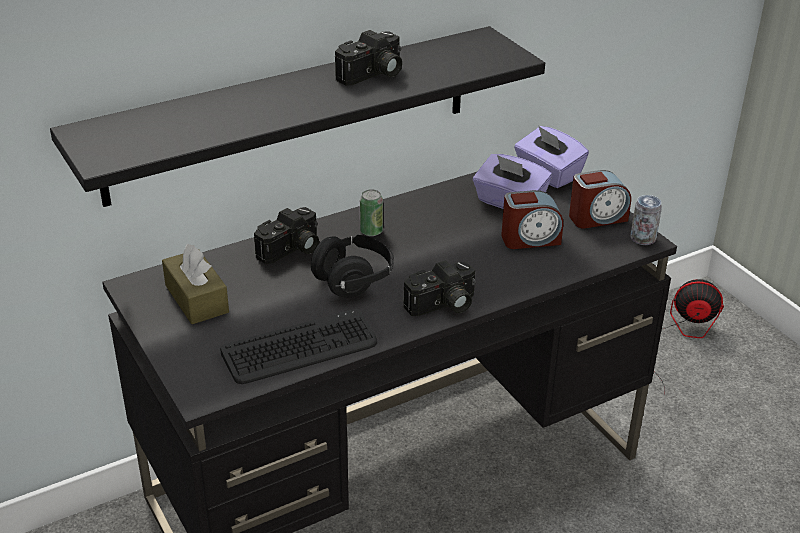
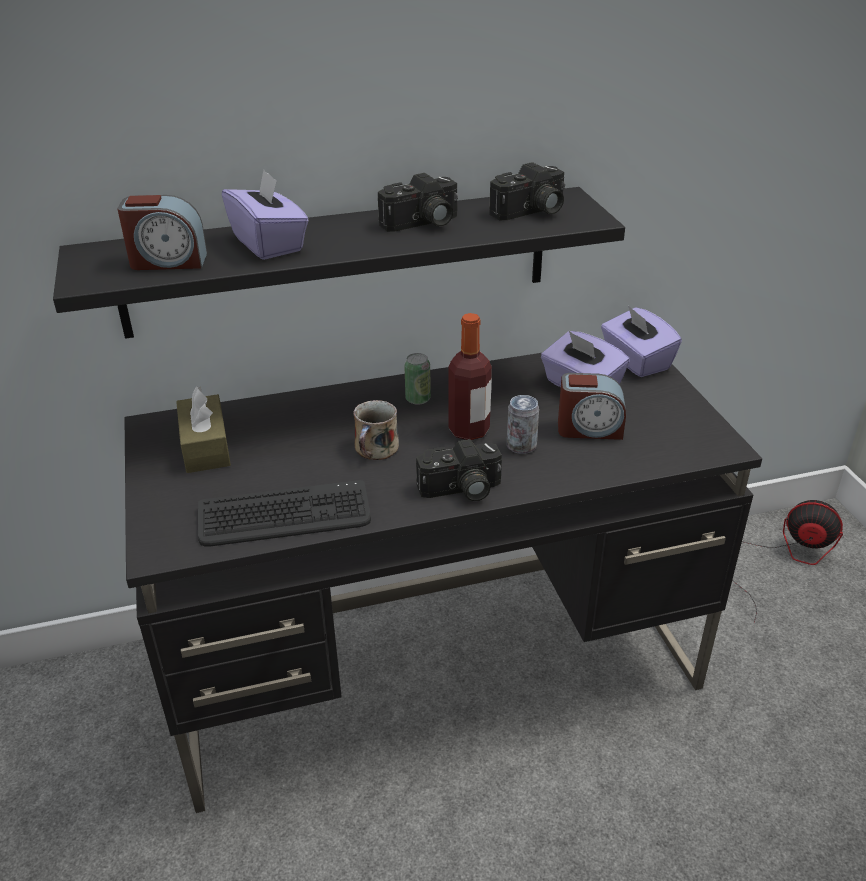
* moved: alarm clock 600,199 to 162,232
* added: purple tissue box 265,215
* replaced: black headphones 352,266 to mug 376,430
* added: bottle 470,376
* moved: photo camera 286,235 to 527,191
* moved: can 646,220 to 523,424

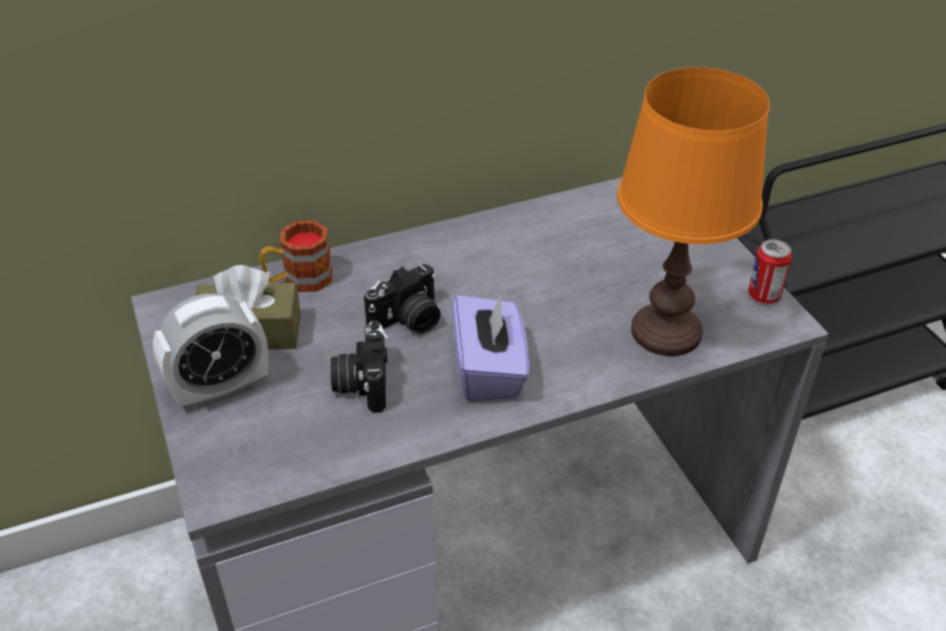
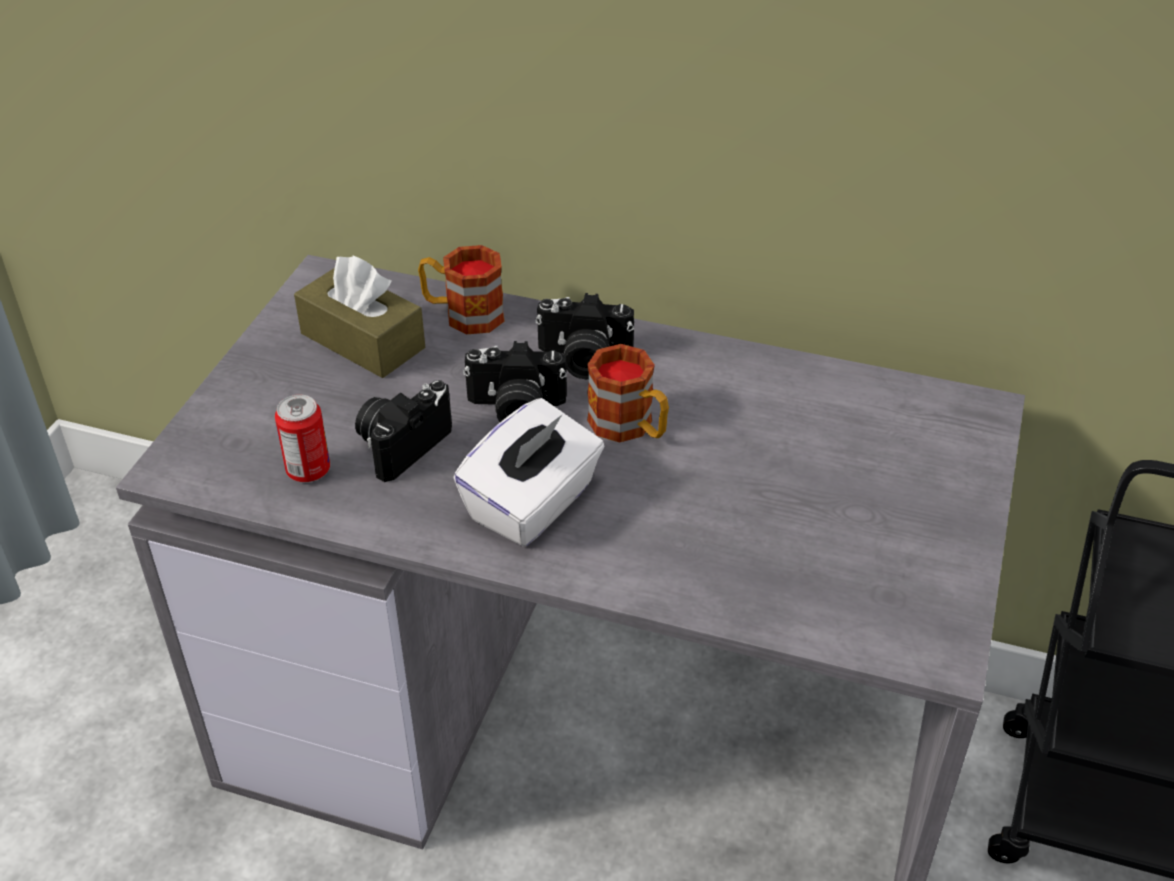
* moved: can 770,271 to 302,438
* recoloured: purple tissue box 490,347 to white tissue box 529,472
* added: photo camera 584,336
* added: mug 628,393
* removed: alarm clock 211,351
* removed: orange table lamp 693,211

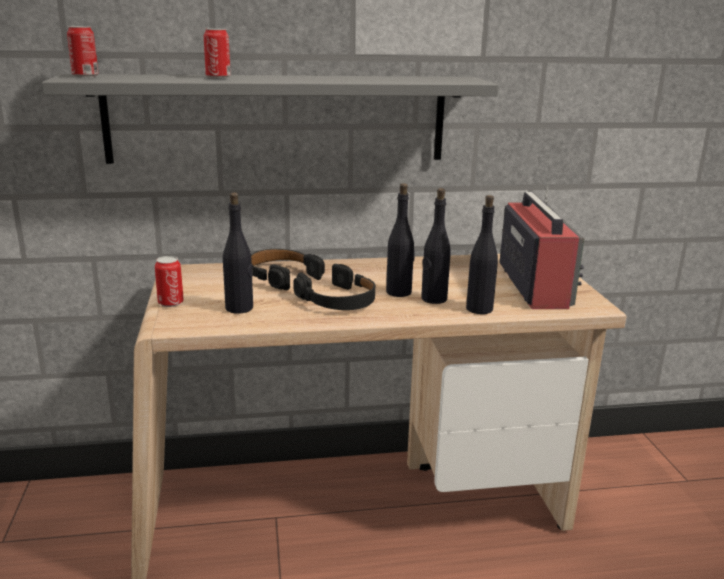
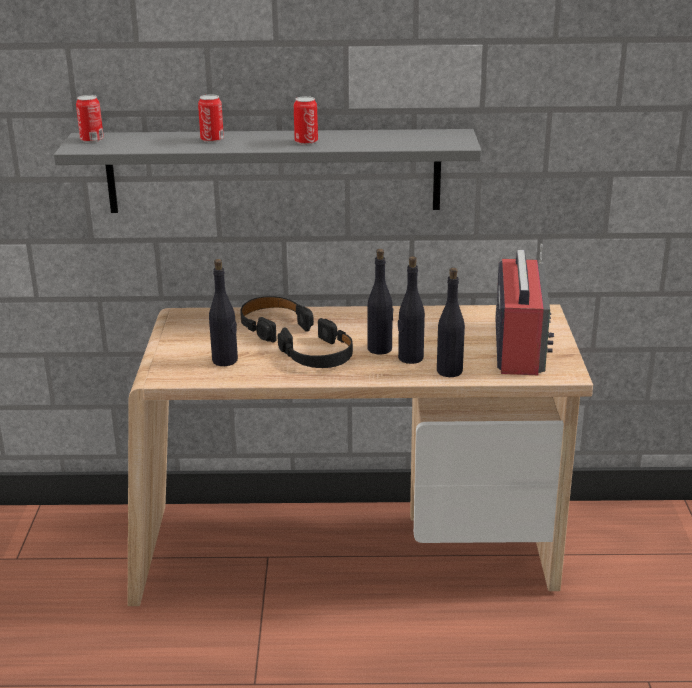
* moved: can 169,281 to 306,120

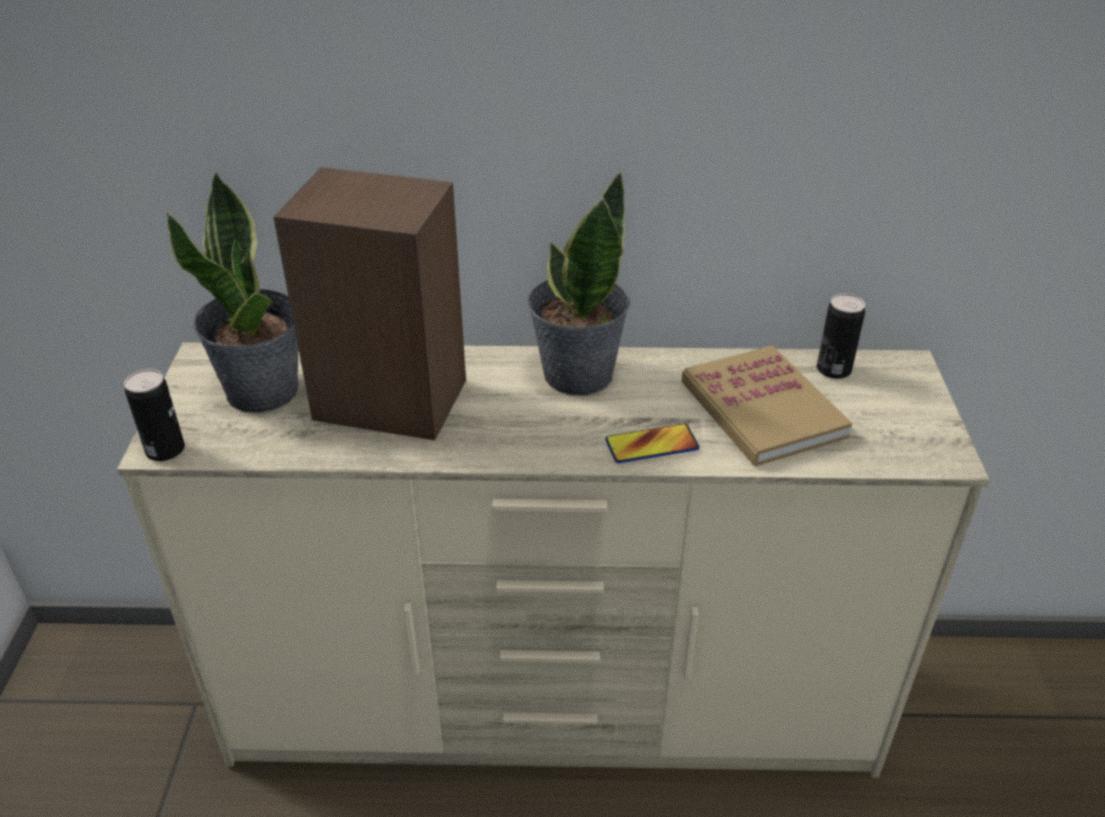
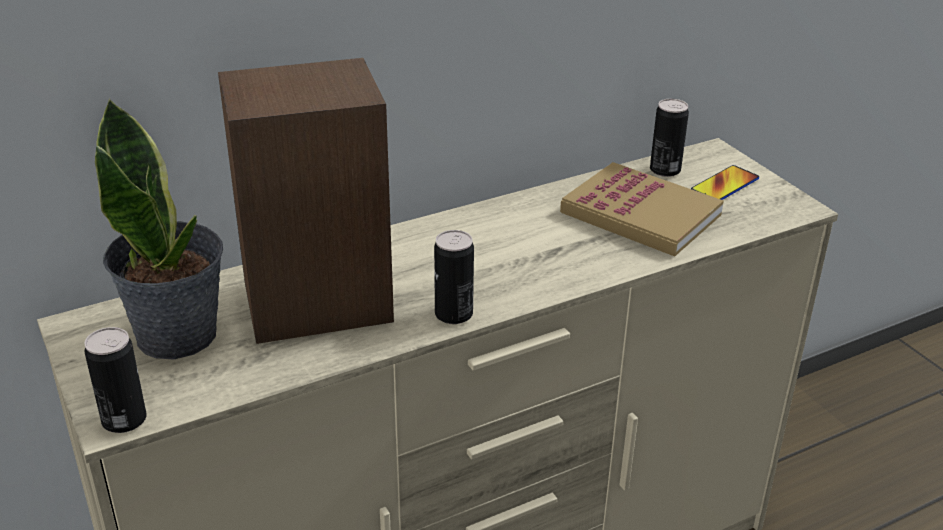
* added: can 454,277
* moved: phone 652,443 to 725,182
* removed: potted plant 578,283

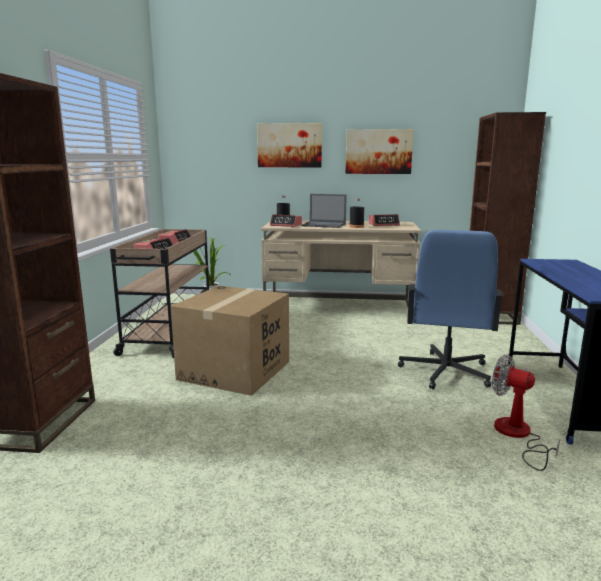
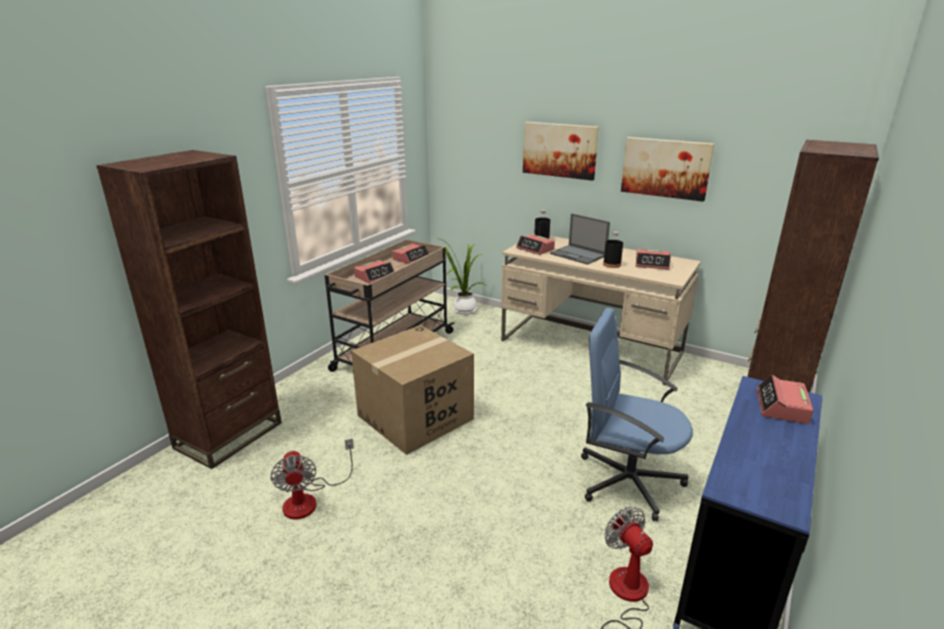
* added: fan 312,479
* turned: blue office chair 451,309 = 637,414 75 degrees clockwise
* added: alarm clock 785,399

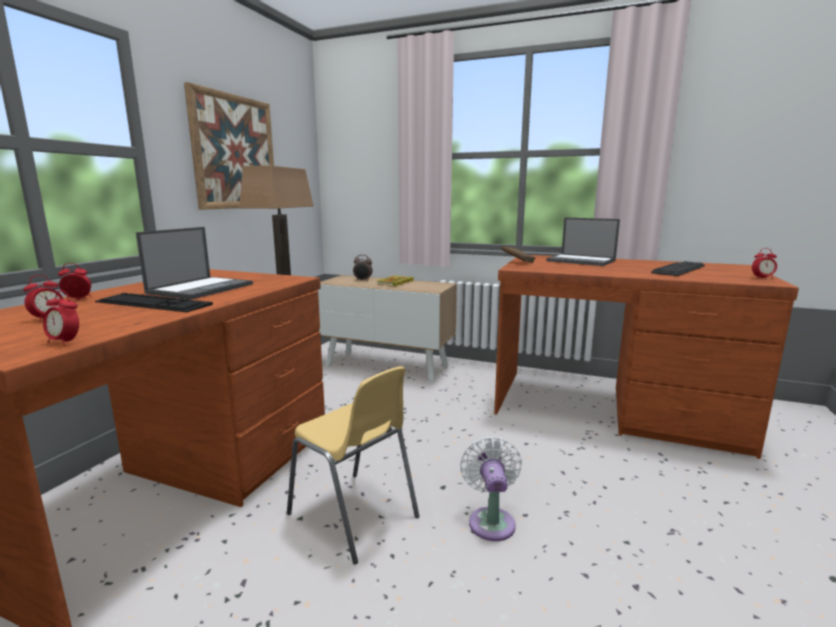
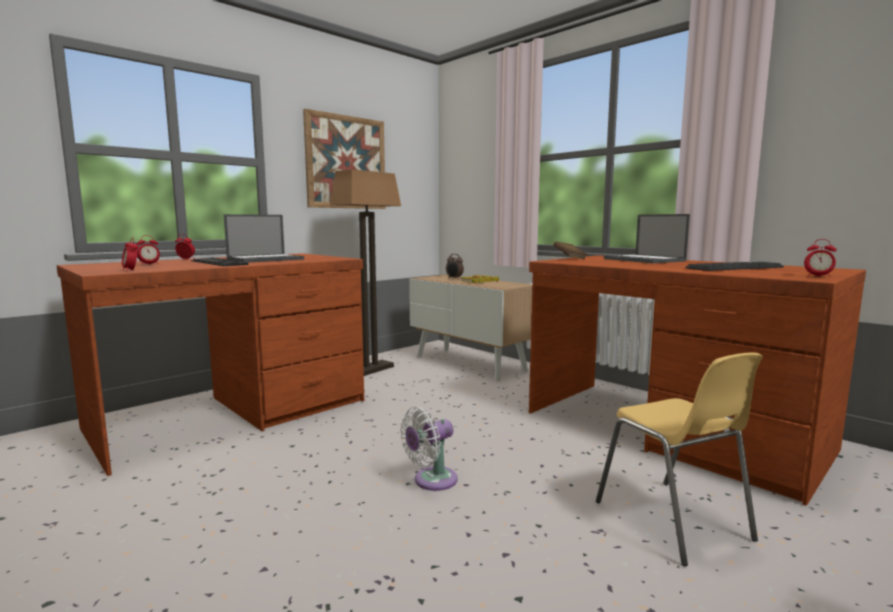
* turned: white fan 491,488 = 429,449 150 degrees counterclockwise
* moved: yellow chair 353,465 to 679,459

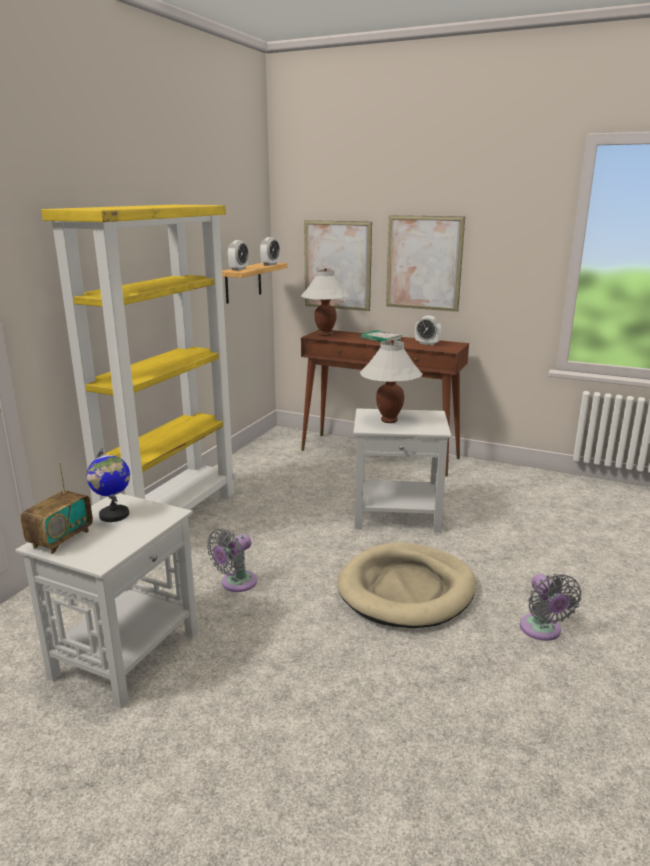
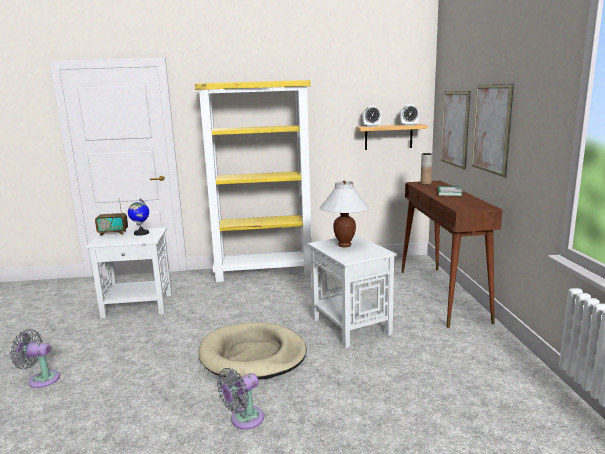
* moved: grey fan 232,560 to 35,358
* replaced: white table lamp 325,302 to brown vase 427,169
* removed: alarm clock 428,330

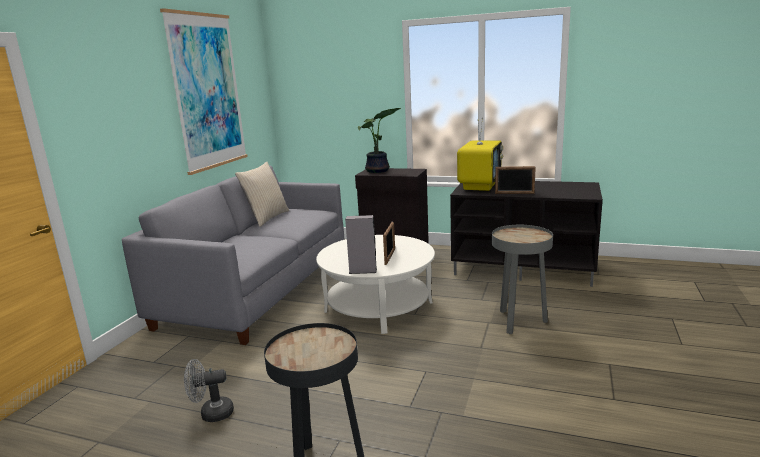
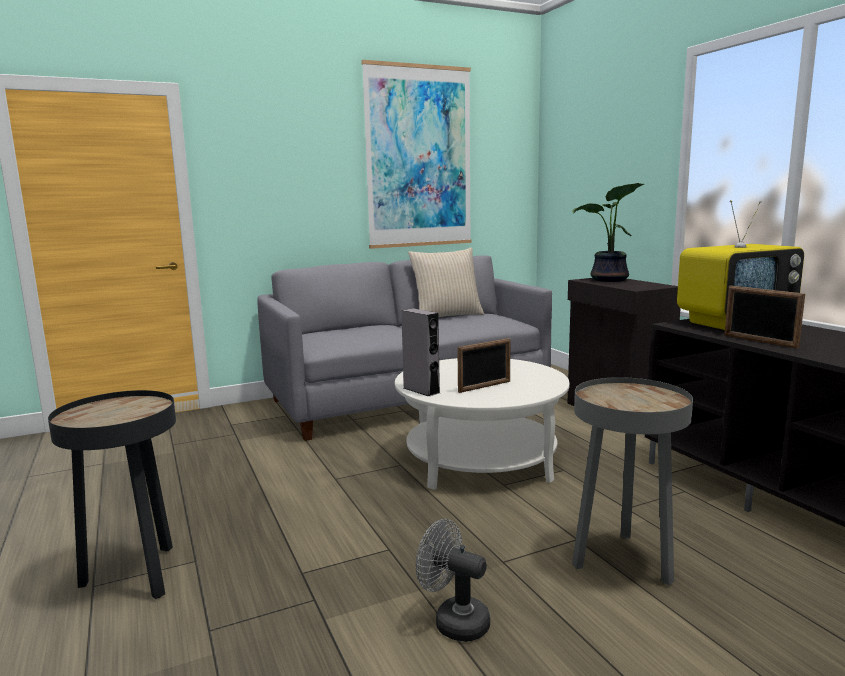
* moved: grey fan 209,390 to 453,580

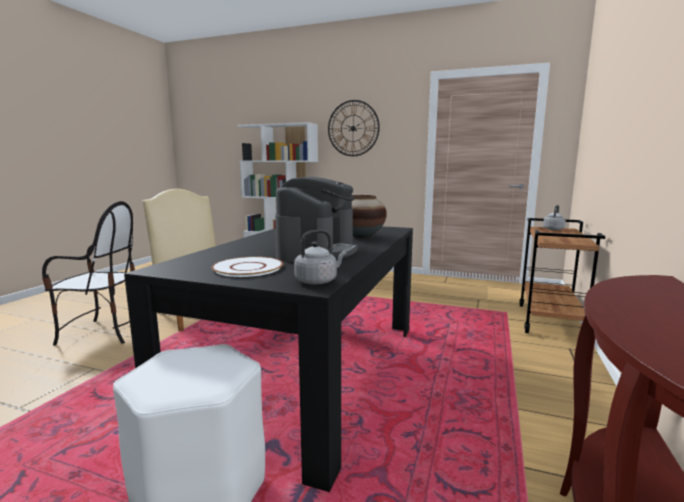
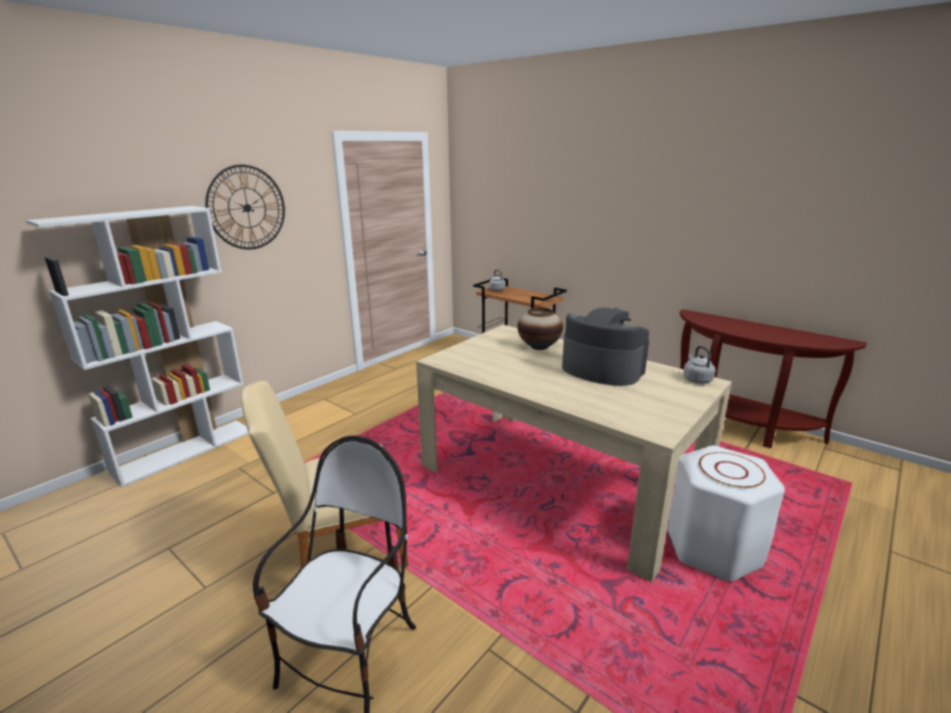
* recoloured: black dining table 268,359 to beige dining table 574,454
* moved: white plate 247,267 to 732,470

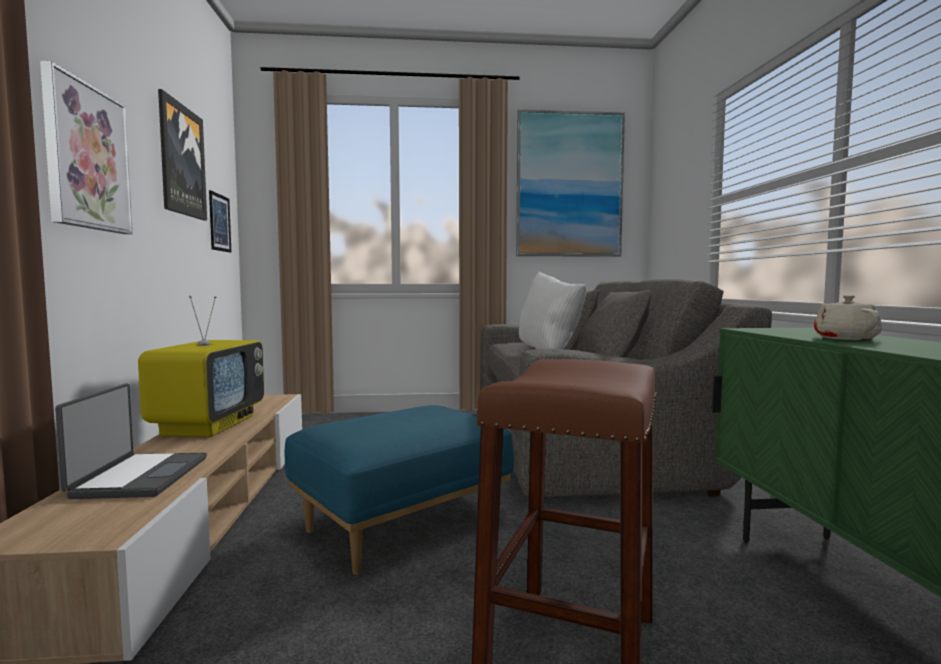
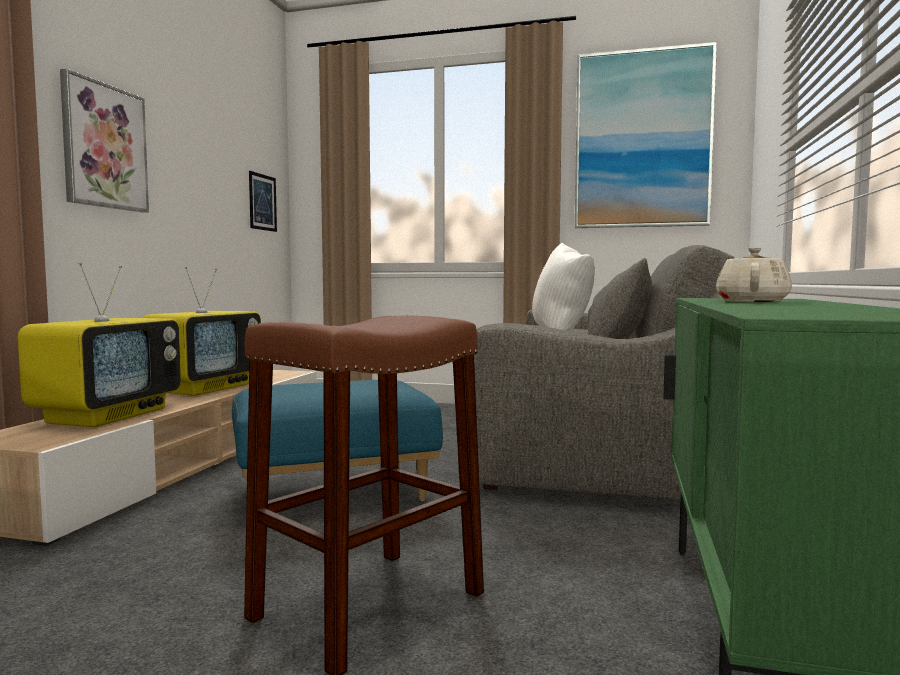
* replaced: laptop 131,441 to television 99,344
* removed: picture 182,155

